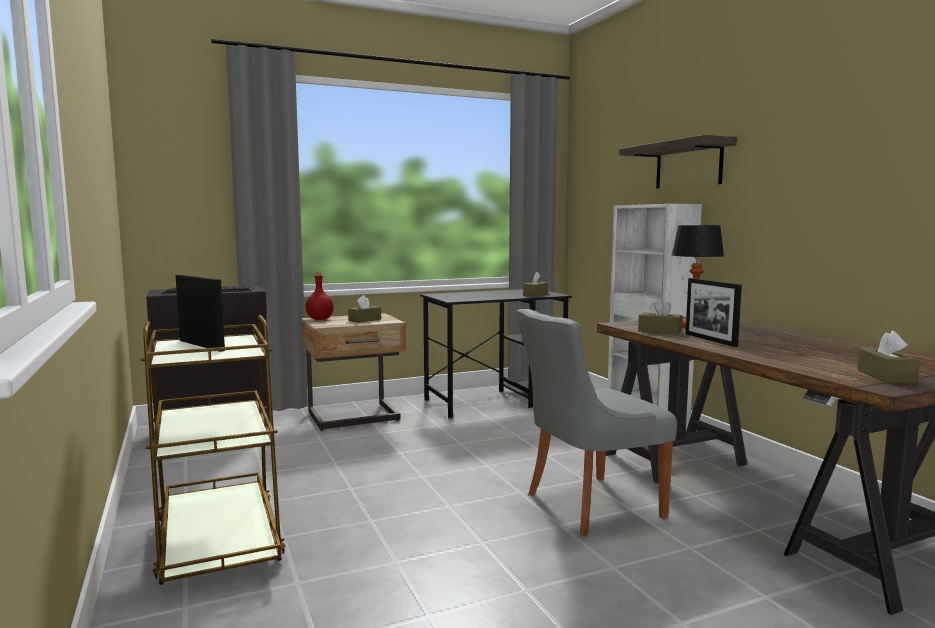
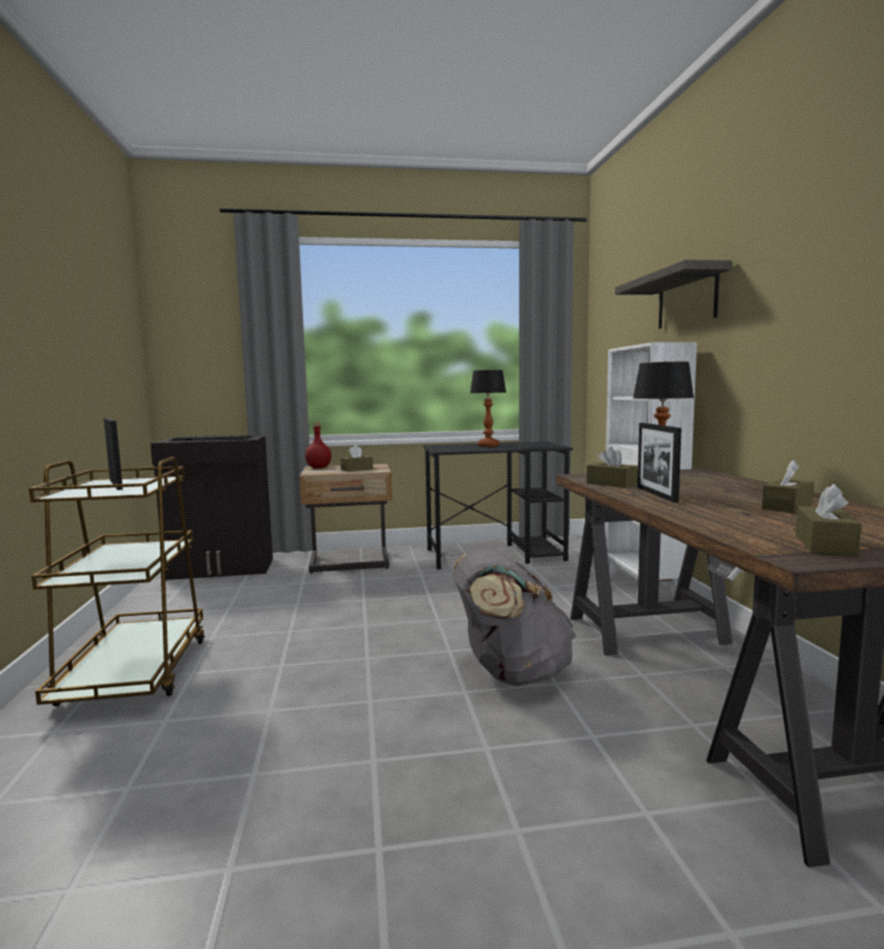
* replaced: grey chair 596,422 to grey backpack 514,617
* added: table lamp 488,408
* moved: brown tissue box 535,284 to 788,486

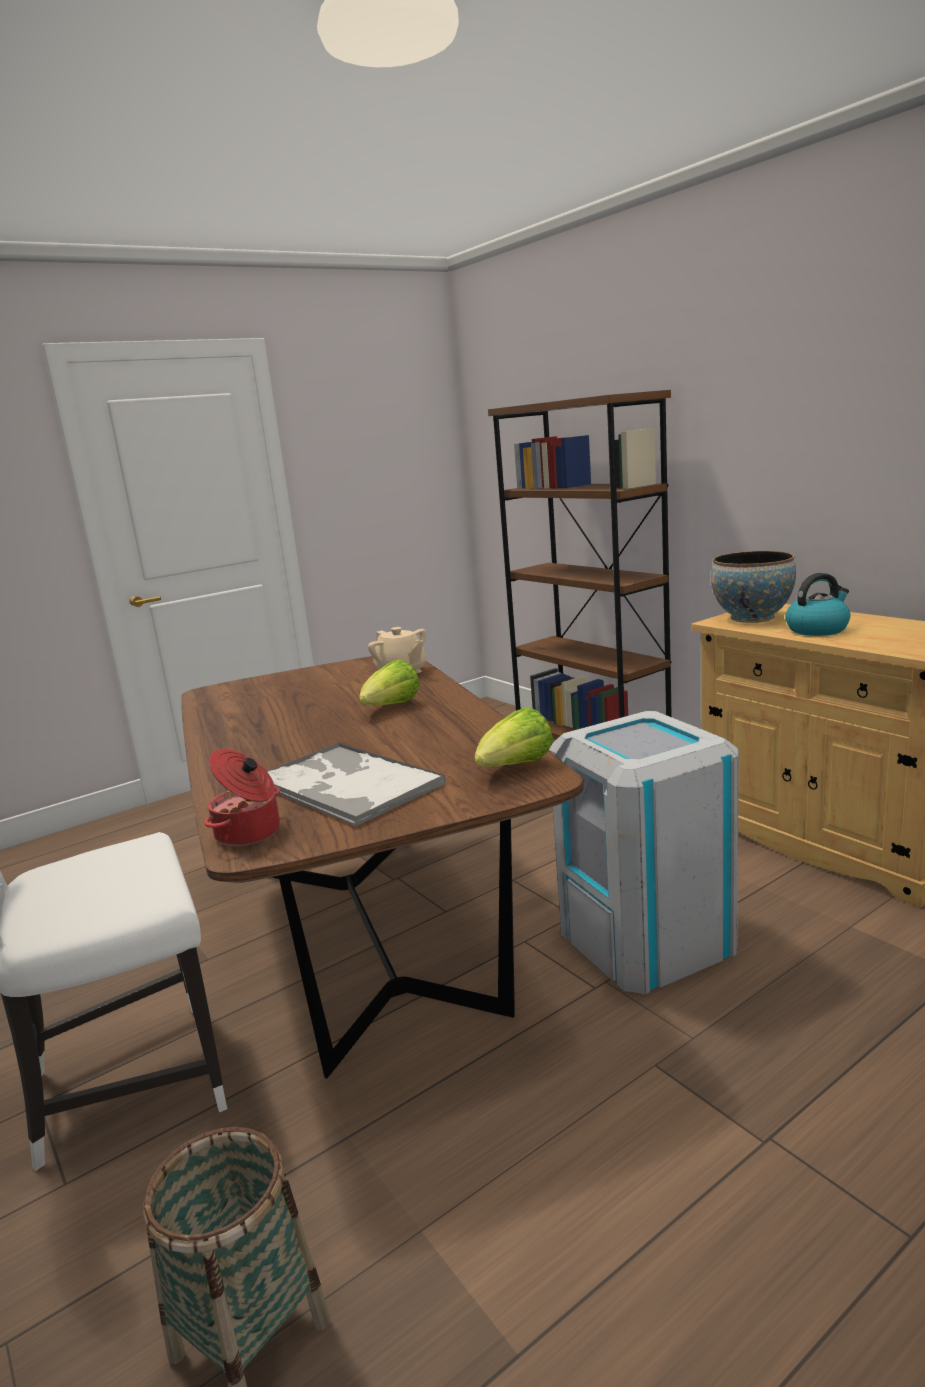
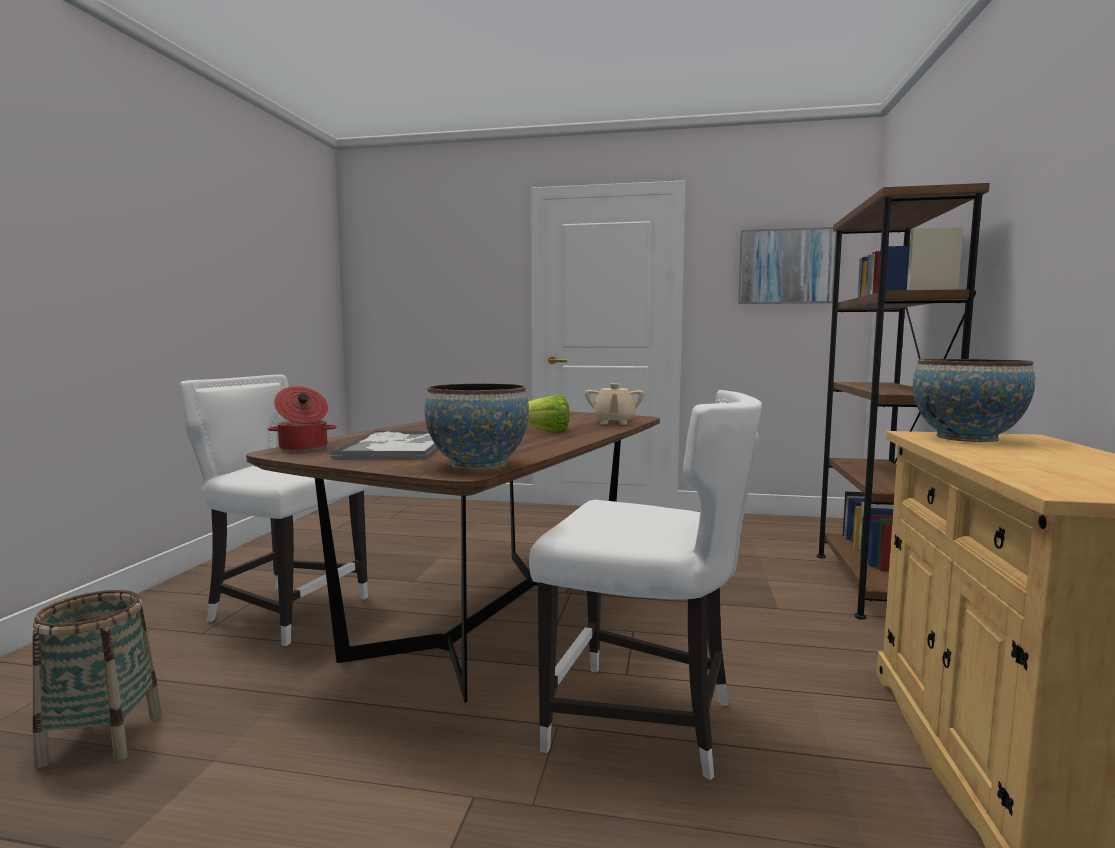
* replaced: lettuce 514,737 to bowl 477,426
* replaced: grey trash can 644,853 to white chair 645,585
* added: picture 787,265
* removed: kettle 818,604

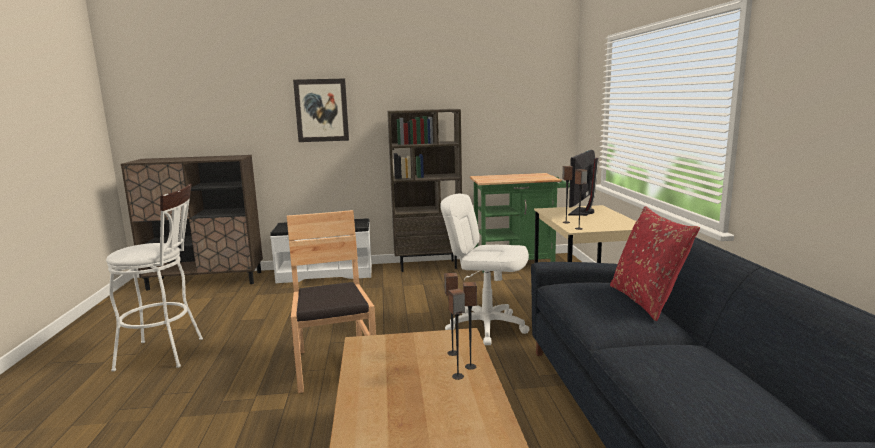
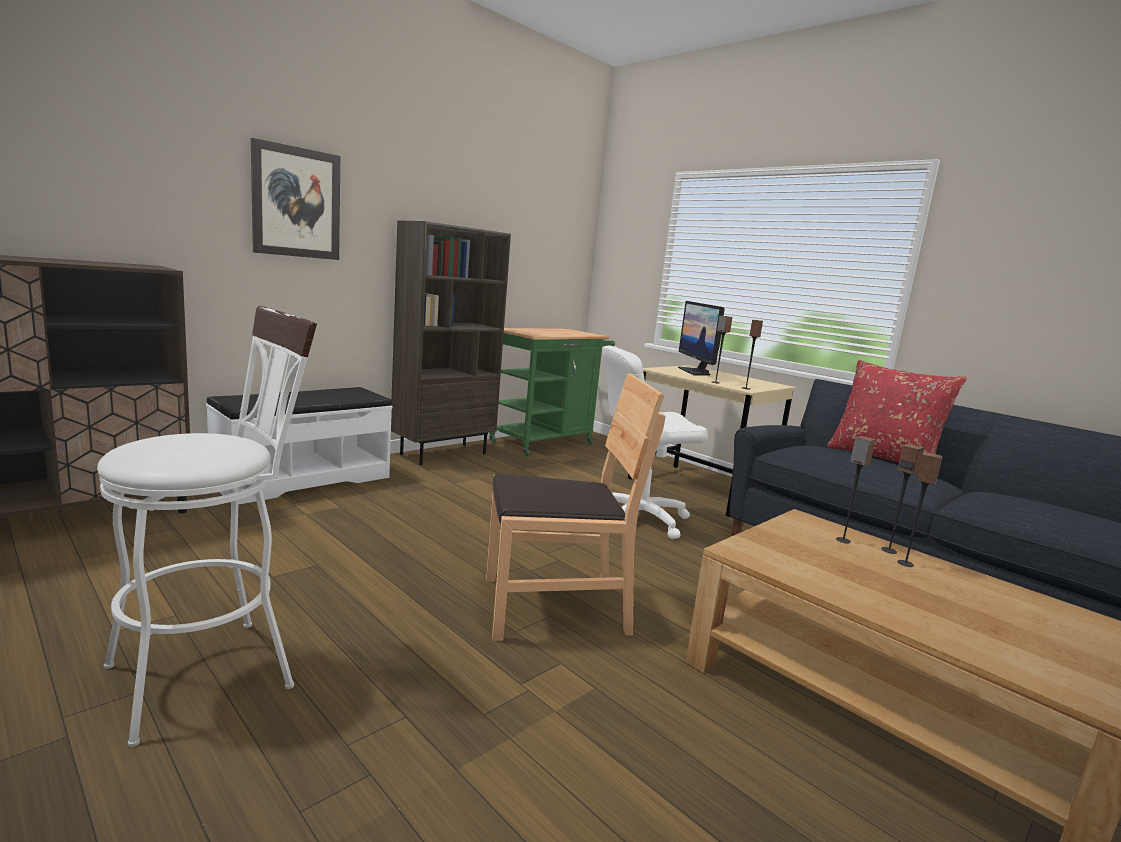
* turned: brown chair 331,301 = 576,507 135 degrees clockwise

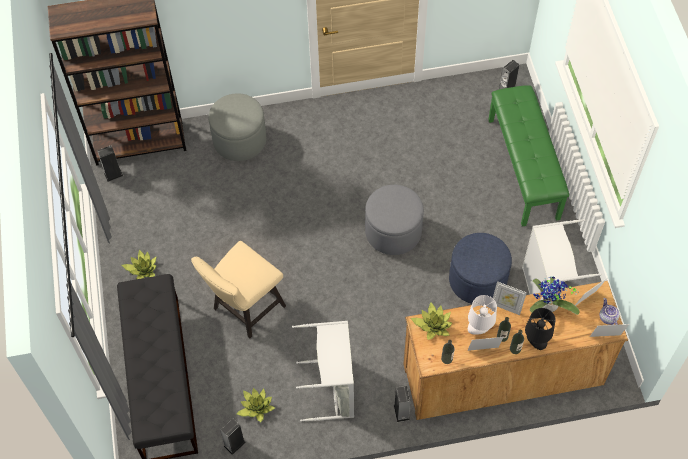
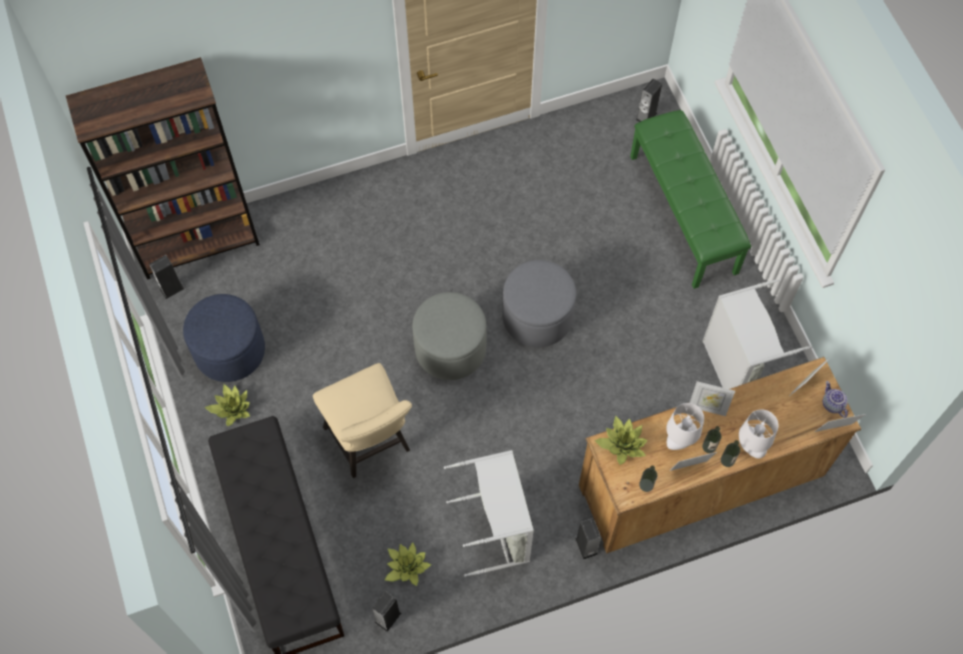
* moved: blue ottoman 480,268 to 224,338
* turned: beige chair 238,290 = 362,420 60 degrees counterclockwise
* moved: grey ottoman 237,127 to 449,336
* recoloured: black table lamp 540,329 to white table lamp 759,434
* removed: potted plant 555,296

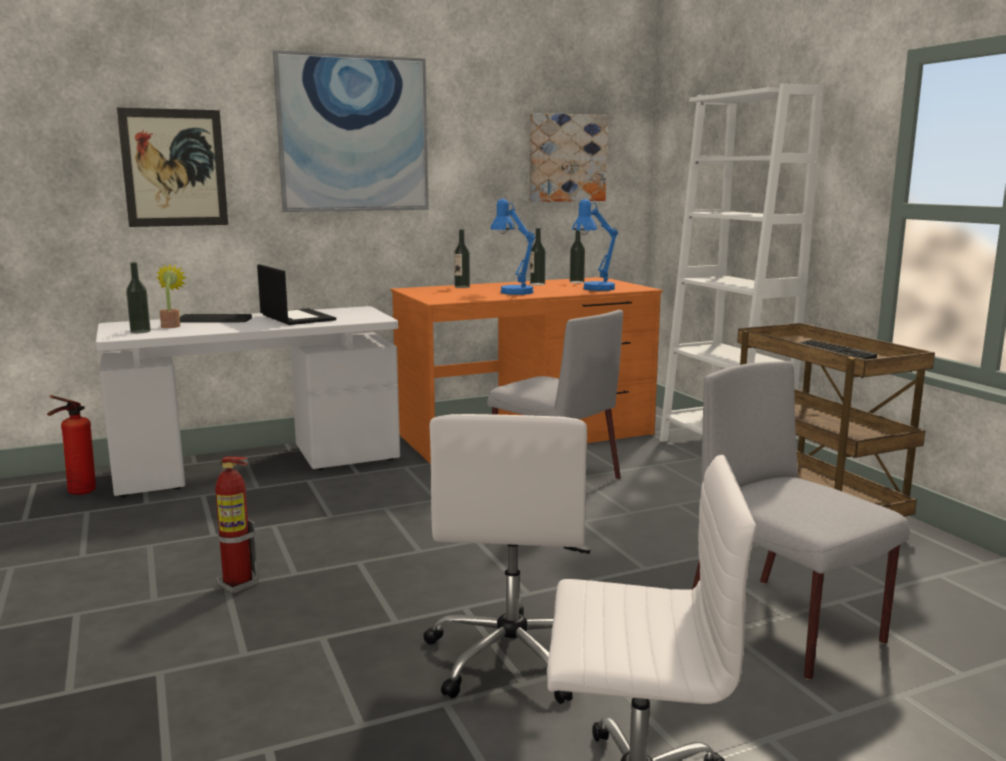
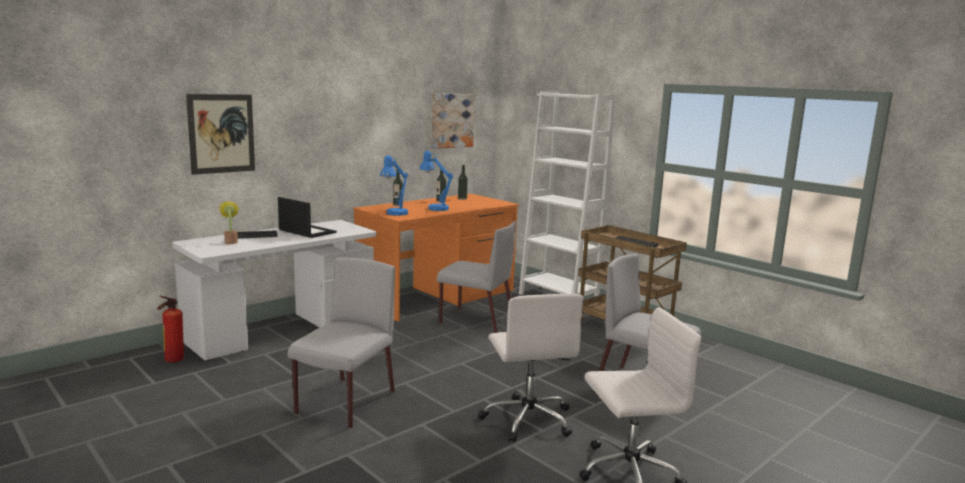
* replaced: fire extinguisher 237,525 to grey chair 341,343
* moved: blue table lamp 595,245 to 394,185
* removed: bottle 138,297
* removed: picture 351,131

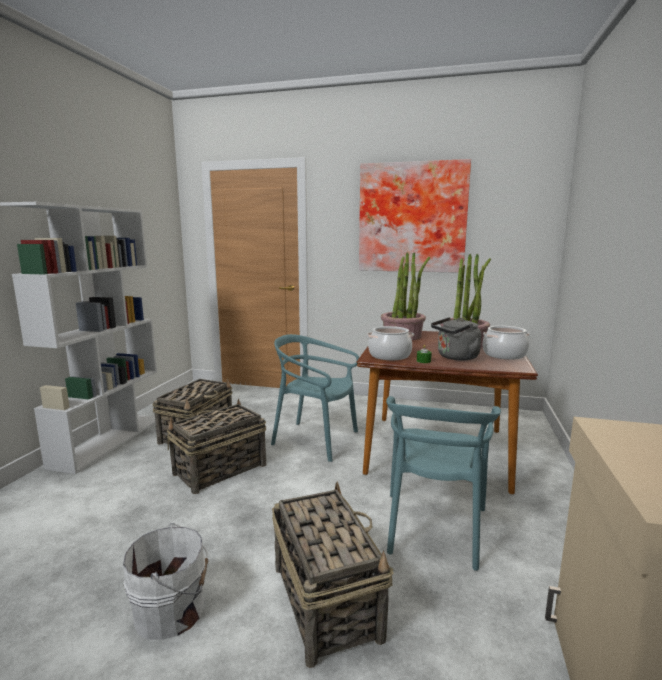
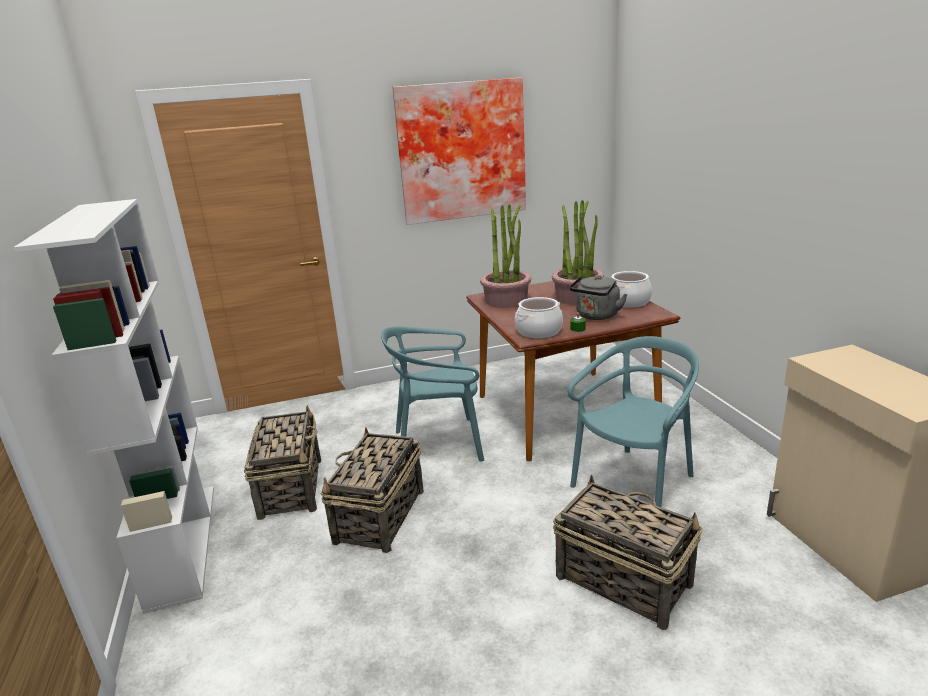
* turned: turquoise chair 443,483 = 633,421 120 degrees counterclockwise
* removed: white bucket 165,581

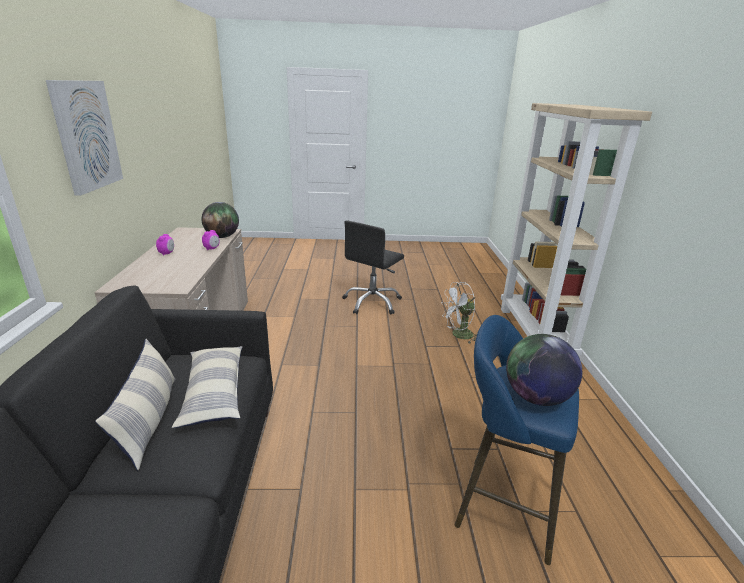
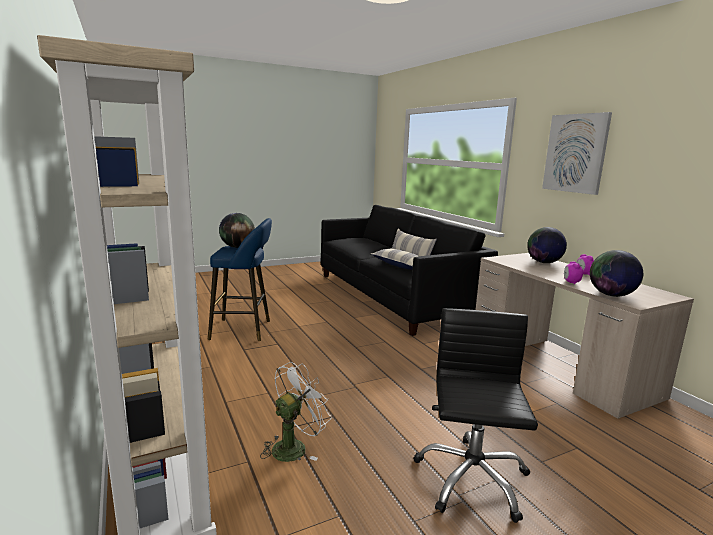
* added: globe 547,245

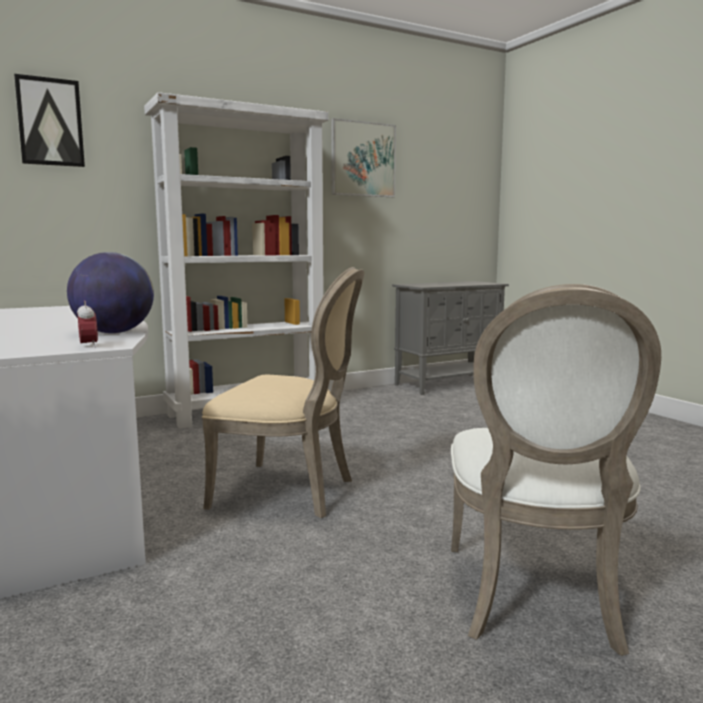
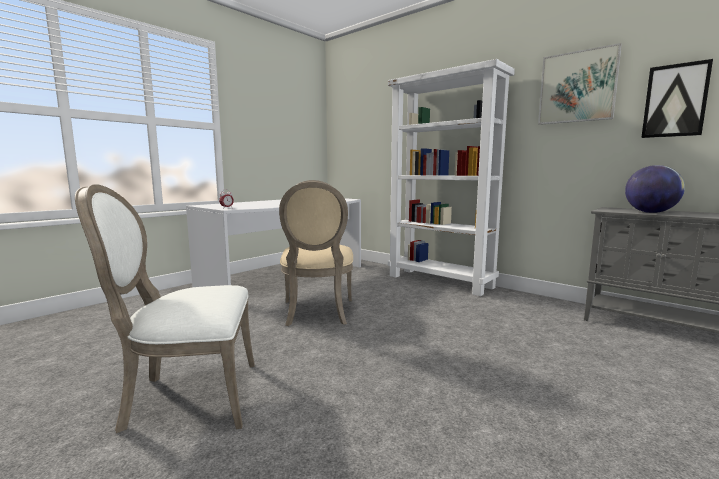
* moved: globe 110,292 to 655,189
* moved: picture 49,120 to 677,98

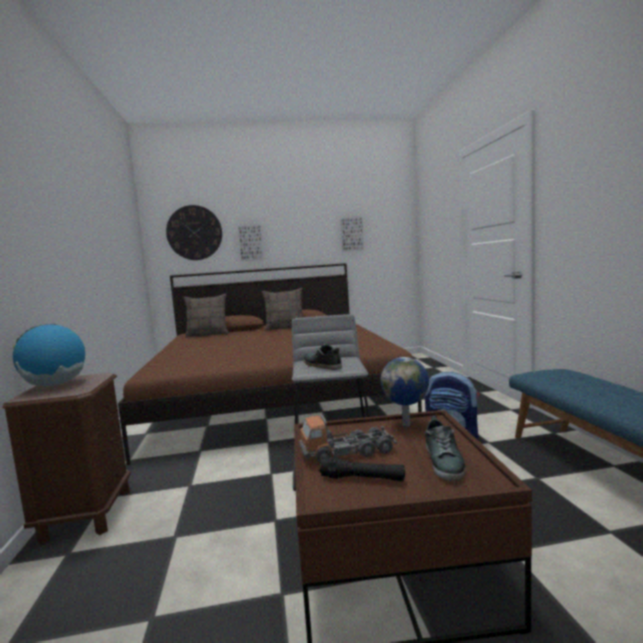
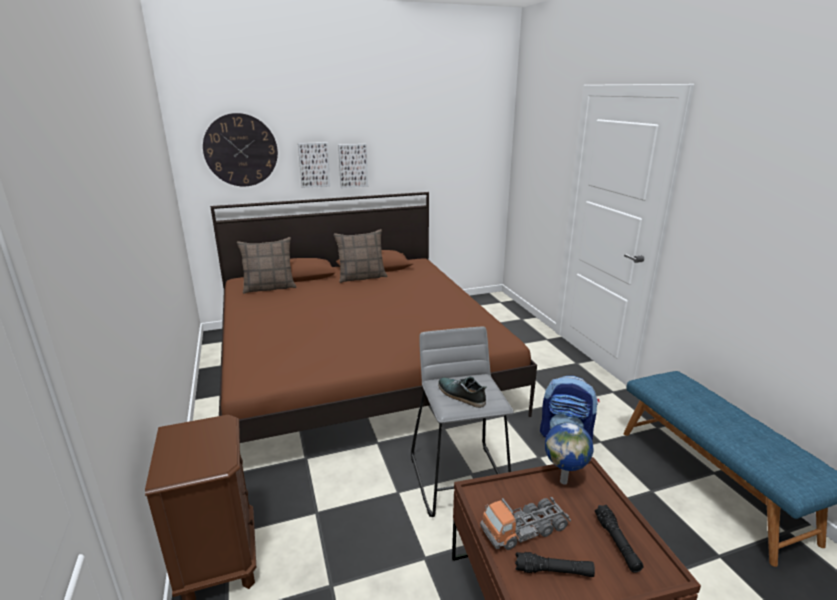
* moved: picture 352,234 to 353,166
* replaced: shoe 445,448 to black flashlight 619,538
* removed: globe 49,355

